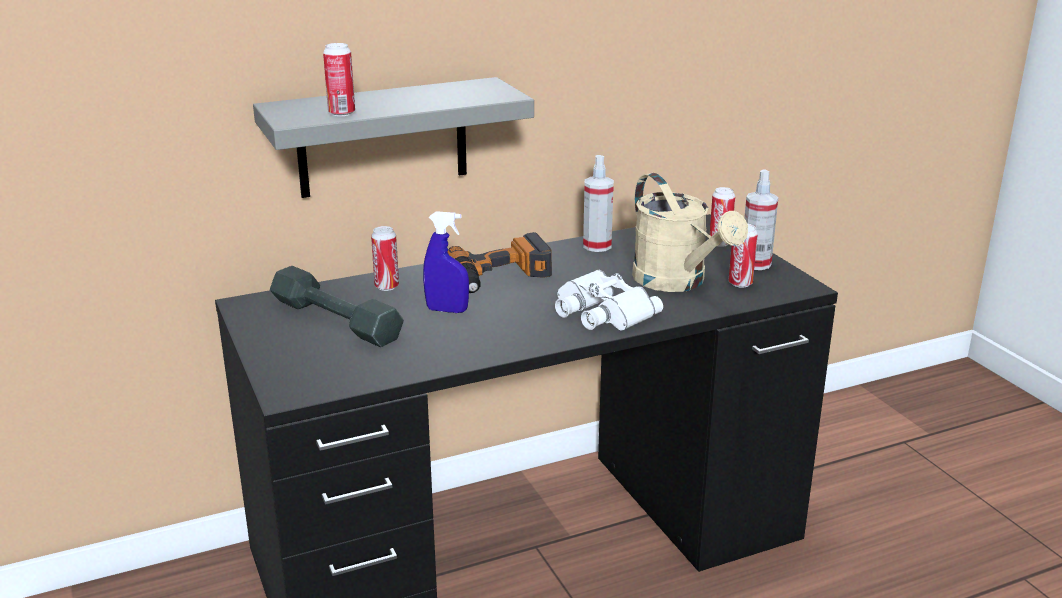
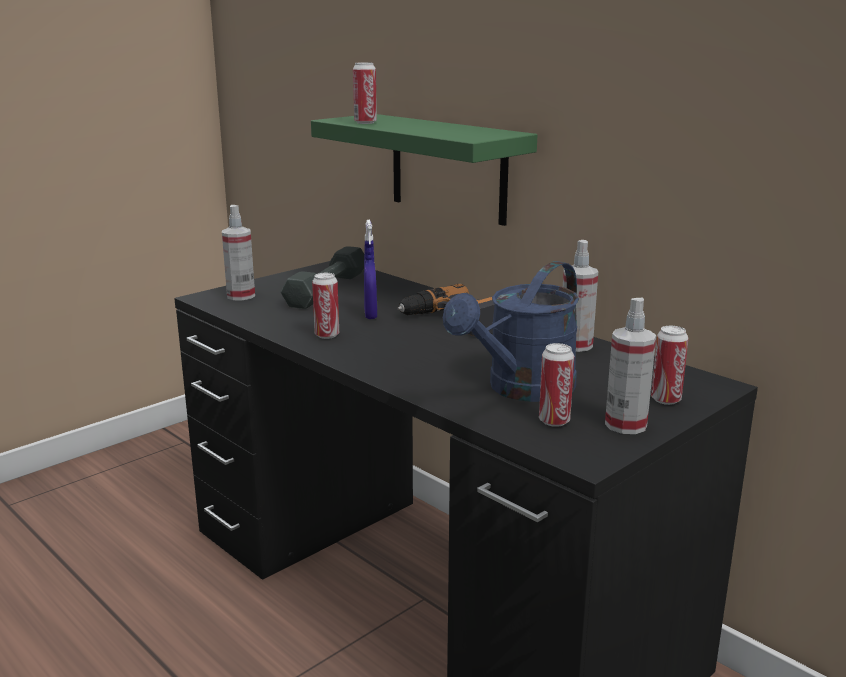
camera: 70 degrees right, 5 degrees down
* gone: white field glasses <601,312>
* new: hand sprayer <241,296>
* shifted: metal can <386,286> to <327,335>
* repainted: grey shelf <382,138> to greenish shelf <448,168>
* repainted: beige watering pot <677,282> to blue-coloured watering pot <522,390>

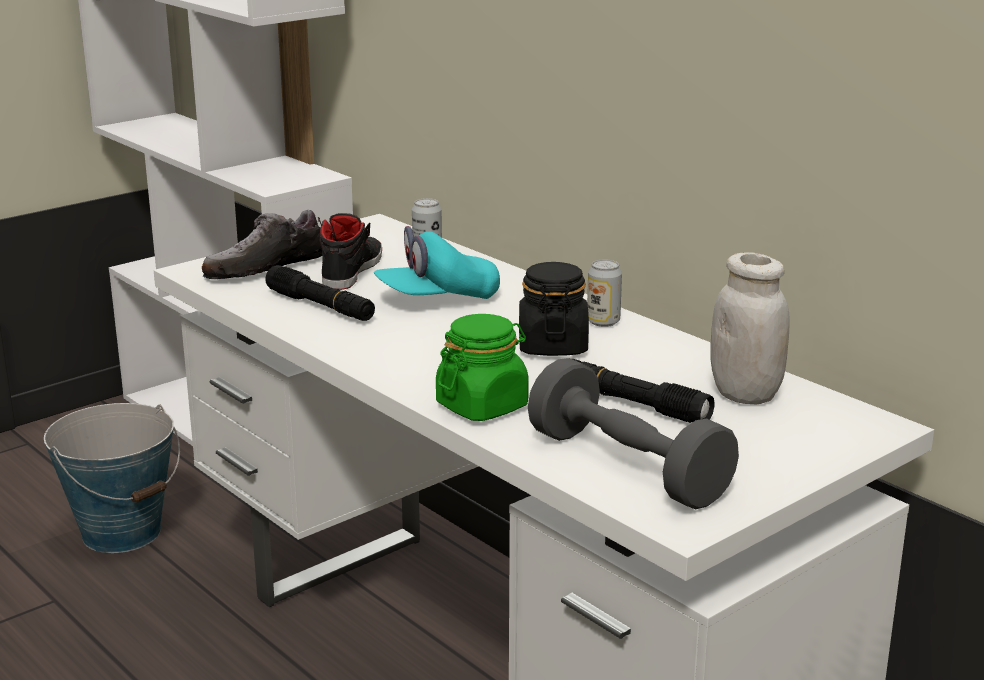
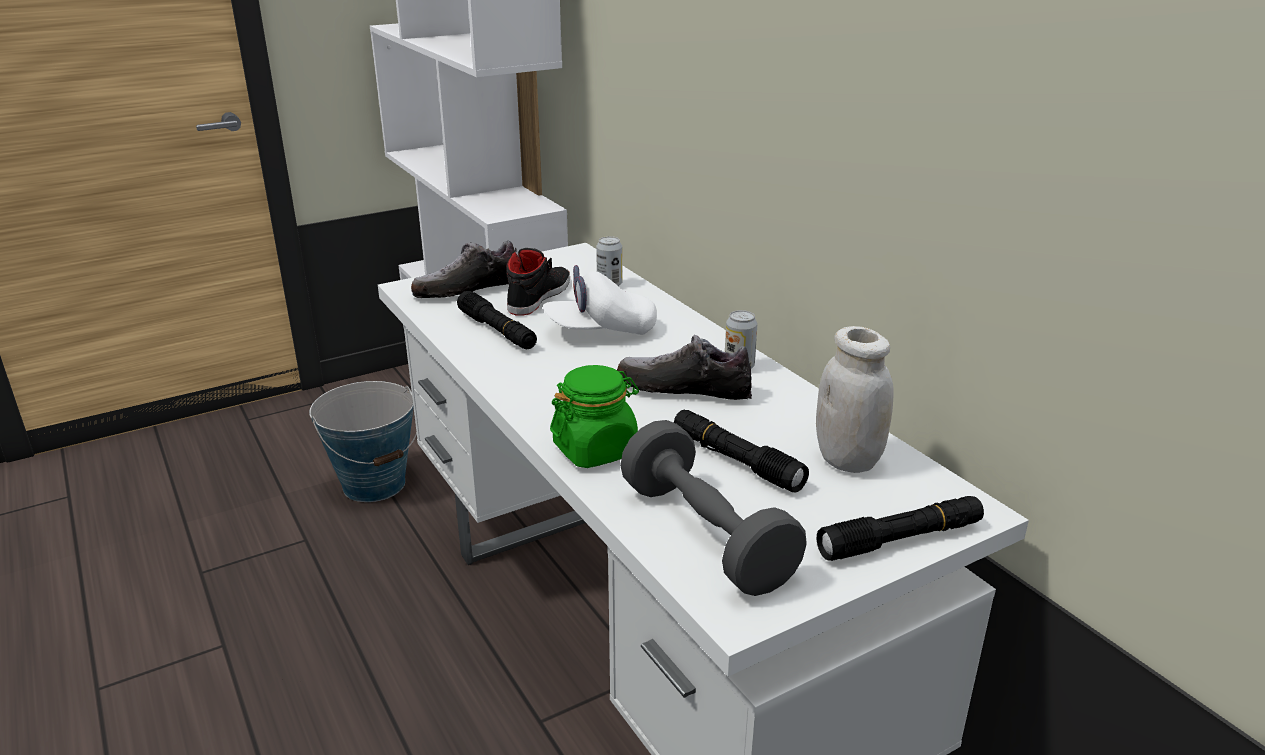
camera: 10 degrees right, 5 degrees up
* new: blackish torch <900,540>
* swapped: blackish preserve jar <552,346> to item of footwear <683,389>
* repainted: blue-green peaked cap <438,299> to white peaked cap <600,331>

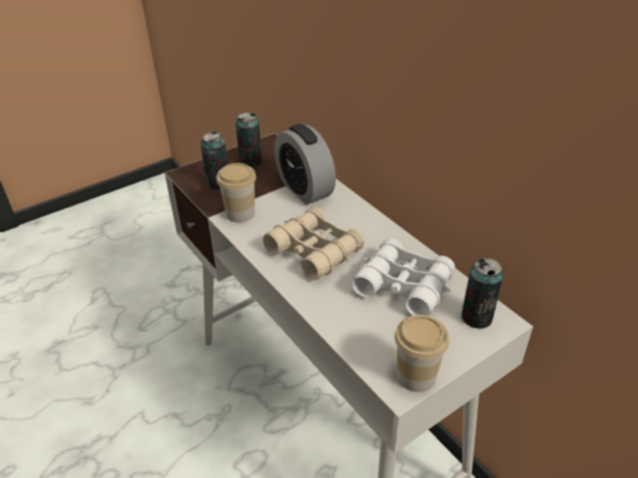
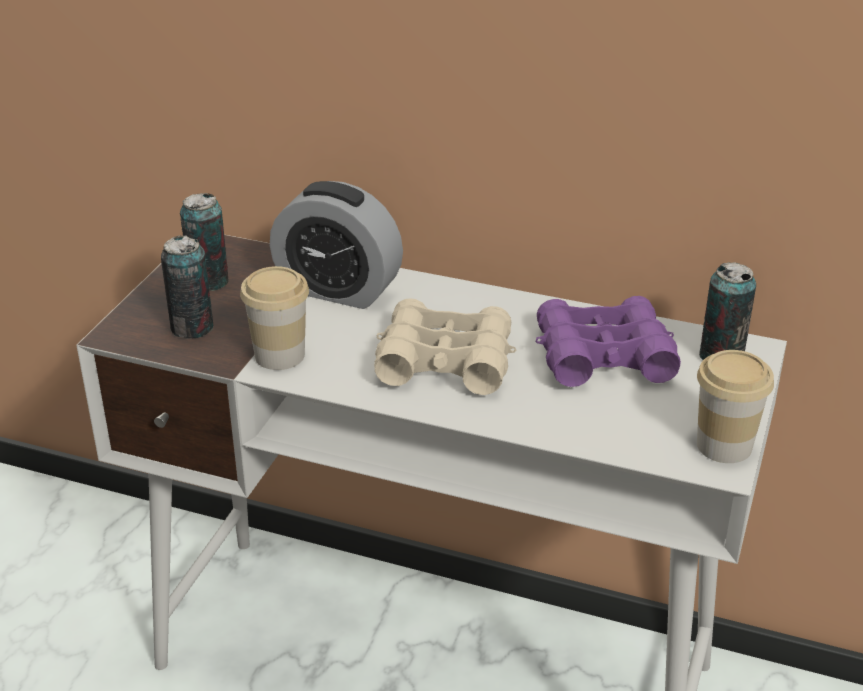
camera: 35 degrees left, 5 degrees down
* repainted: white field glasses <403,285> to purplish field glasses <603,356>

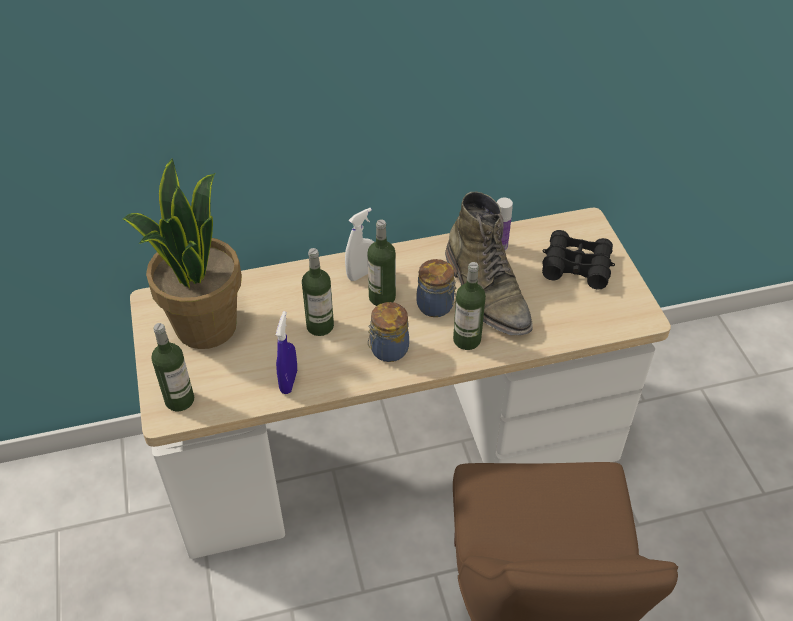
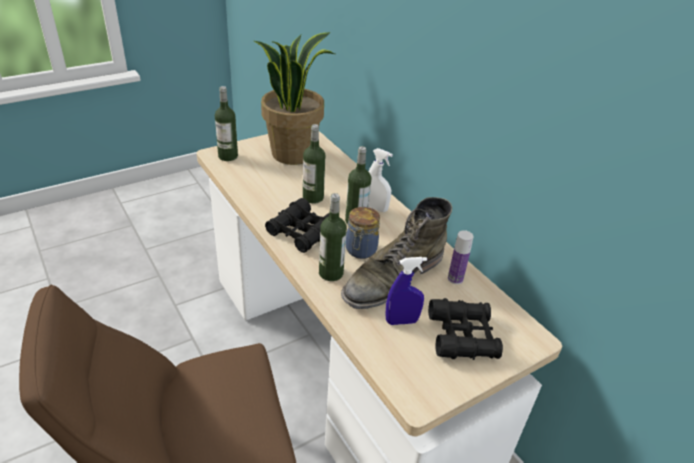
camera: 70 degrees right, 10 degrees down
* shifted: blue-coloured hand sprayer <289,381> to <401,321>
* swapped: preserve jar <387,350> to blackish field glasses <302,232>

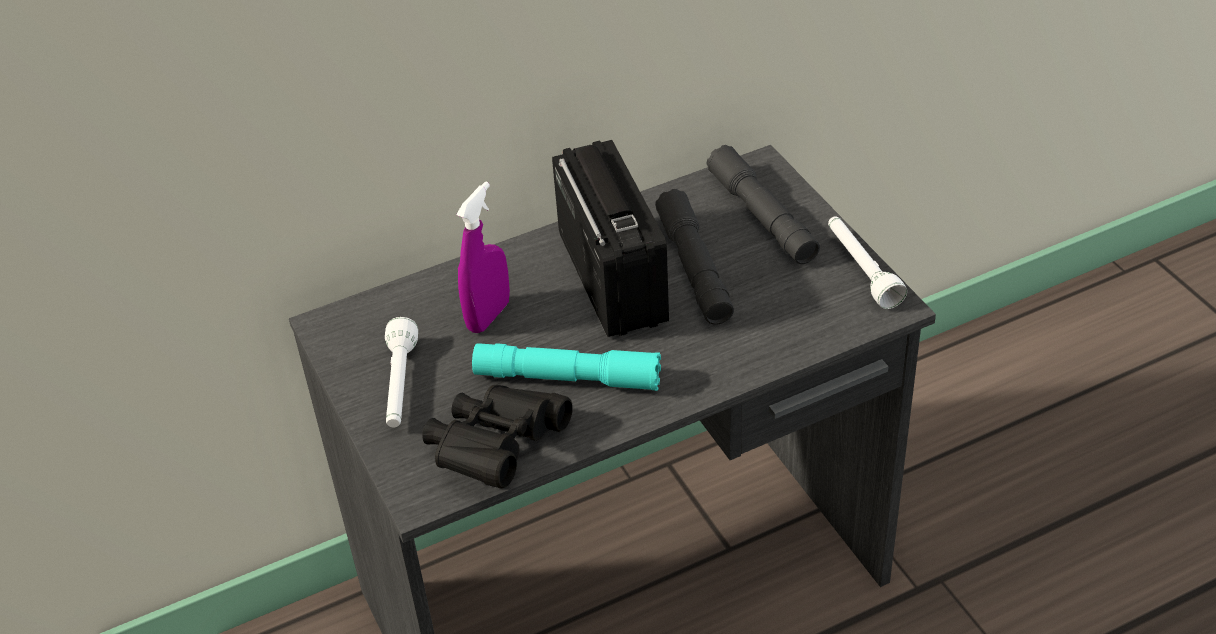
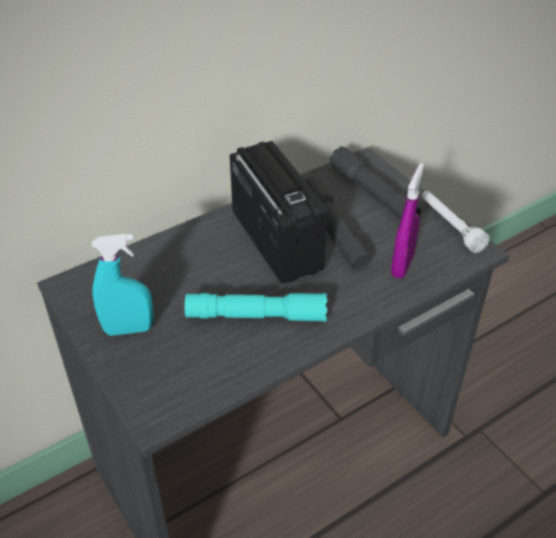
camera: 10 degrees left, 0 degrees up
* gone: blackish field glasses <496,449>
* shifted: purplish hand sprayer <488,316> to <402,265>
* swapped: white torch <400,385> to blue-green hand sprayer <128,329>

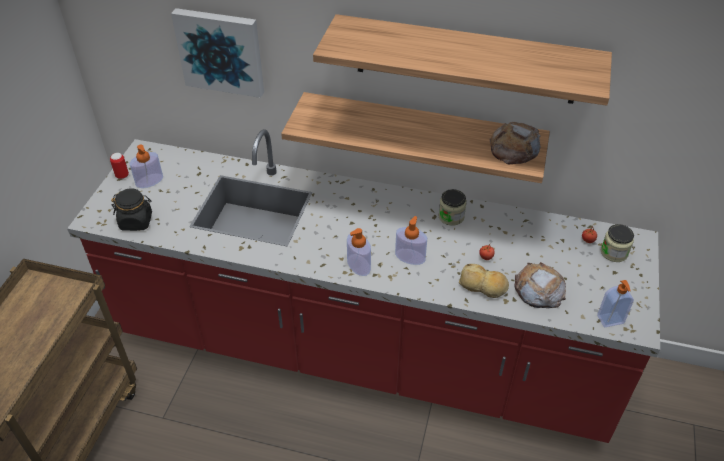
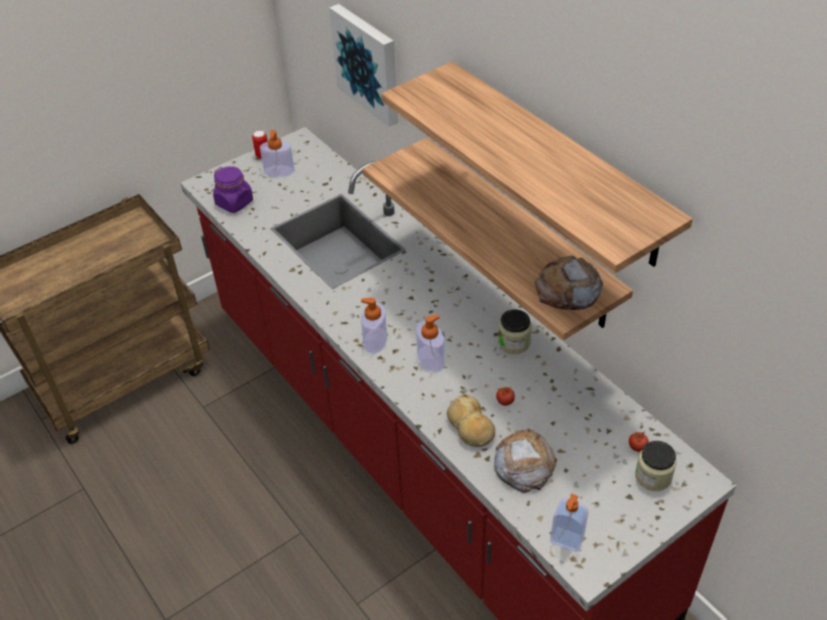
camera: 40 degrees right, 0 degrees up
* repainted: blackish preserve jar <136,221> to purplish preserve jar <234,203>

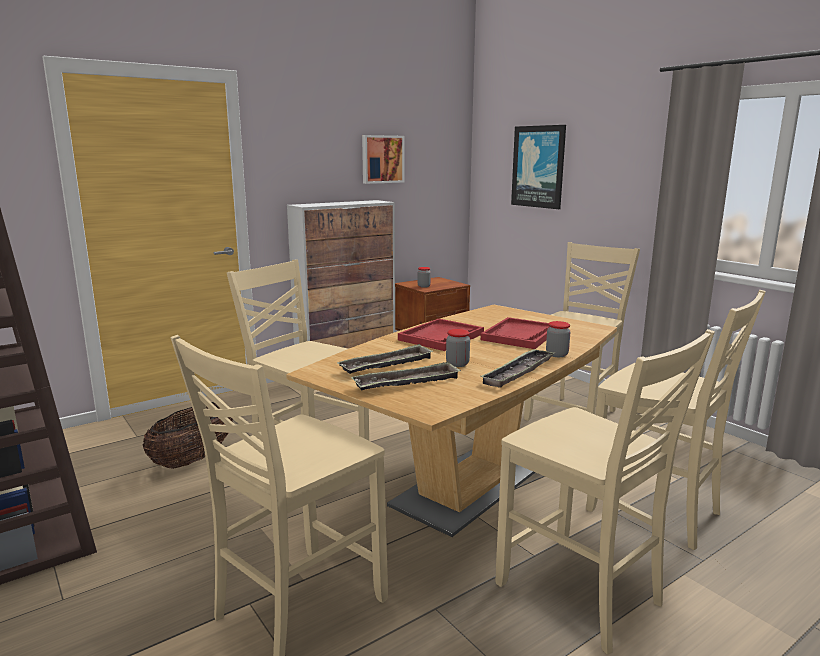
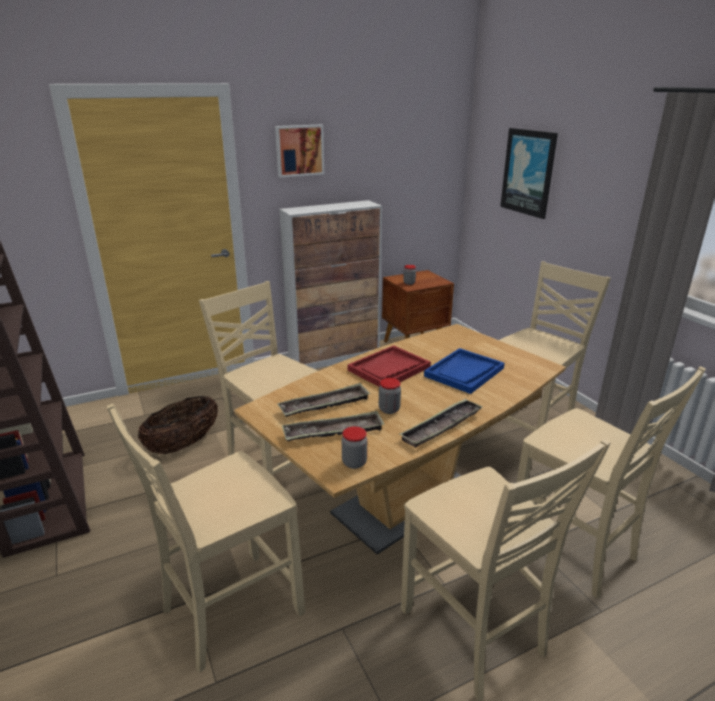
camera: 10 degrees right, 10 degrees up
* shifted: wall art <382,159> to <299,150>
* shifted: preserve jar <557,354> to <354,462>
* repainted: red carrying tray <520,335> to blue-coloured carrying tray <464,372>

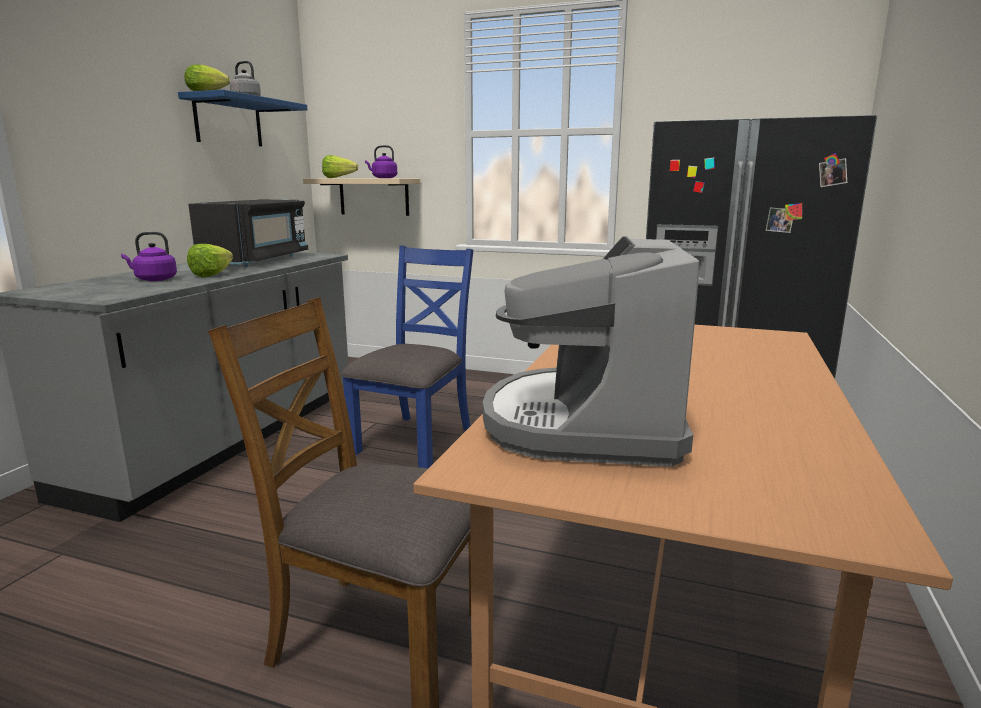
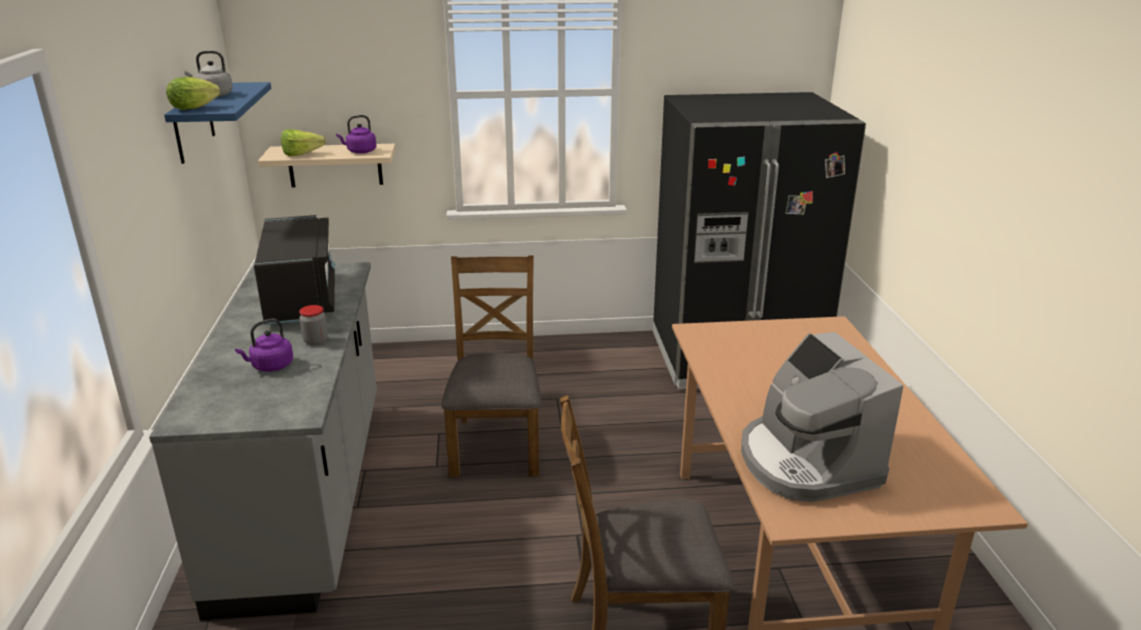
camera: 25 degrees left, 10 degrees up
* swapped: head of lettuce <216,274> to preserve jar <315,341>
* repainted: blue-coloured plain chair <415,440> to brown-coloured plain chair <496,445>

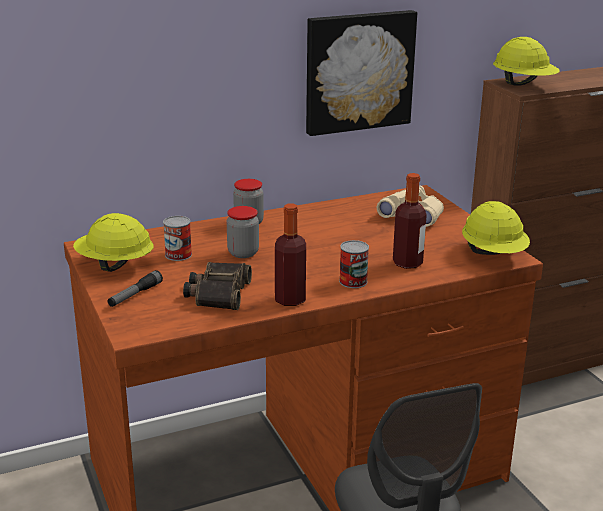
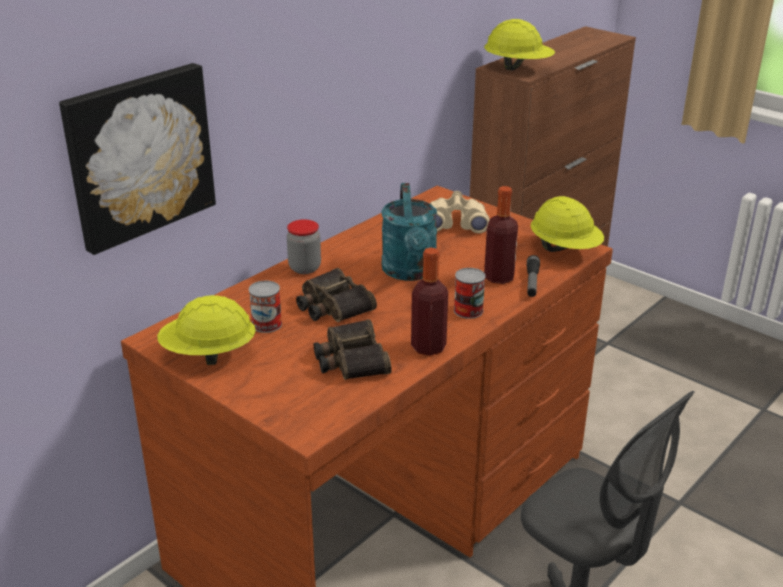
camera: 25 degrees left, 5 degrees up
* new: blue-green watering pot <411,272>
* shifted: torch <135,295> to <532,282>
* shifted: wall art <358,71> to <139,155>
* swapped: preserve jar <243,253> to field glasses <332,305>

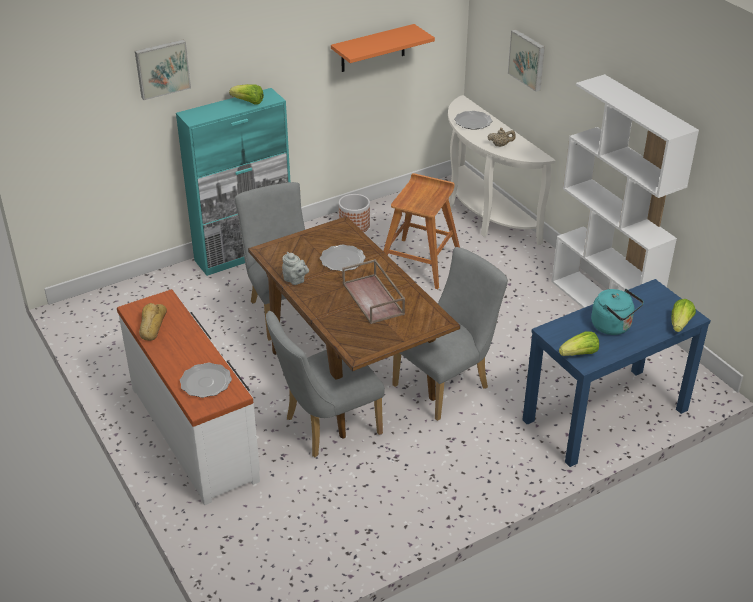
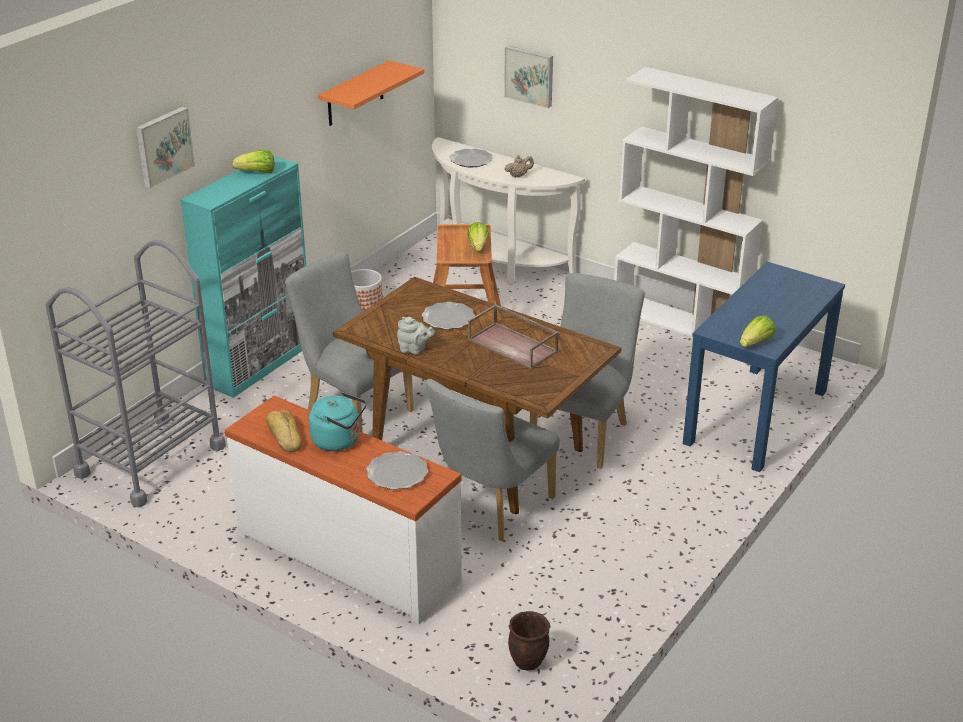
camera: 25 degrees left, 5 degrees down
* new: grey cart <151,460>
* new: brown-coloured planter <528,663>
* shifted: blue-green tea kettle <613,326> to <339,441>
* shifted: head of lettuce <680,324> to <478,246>

